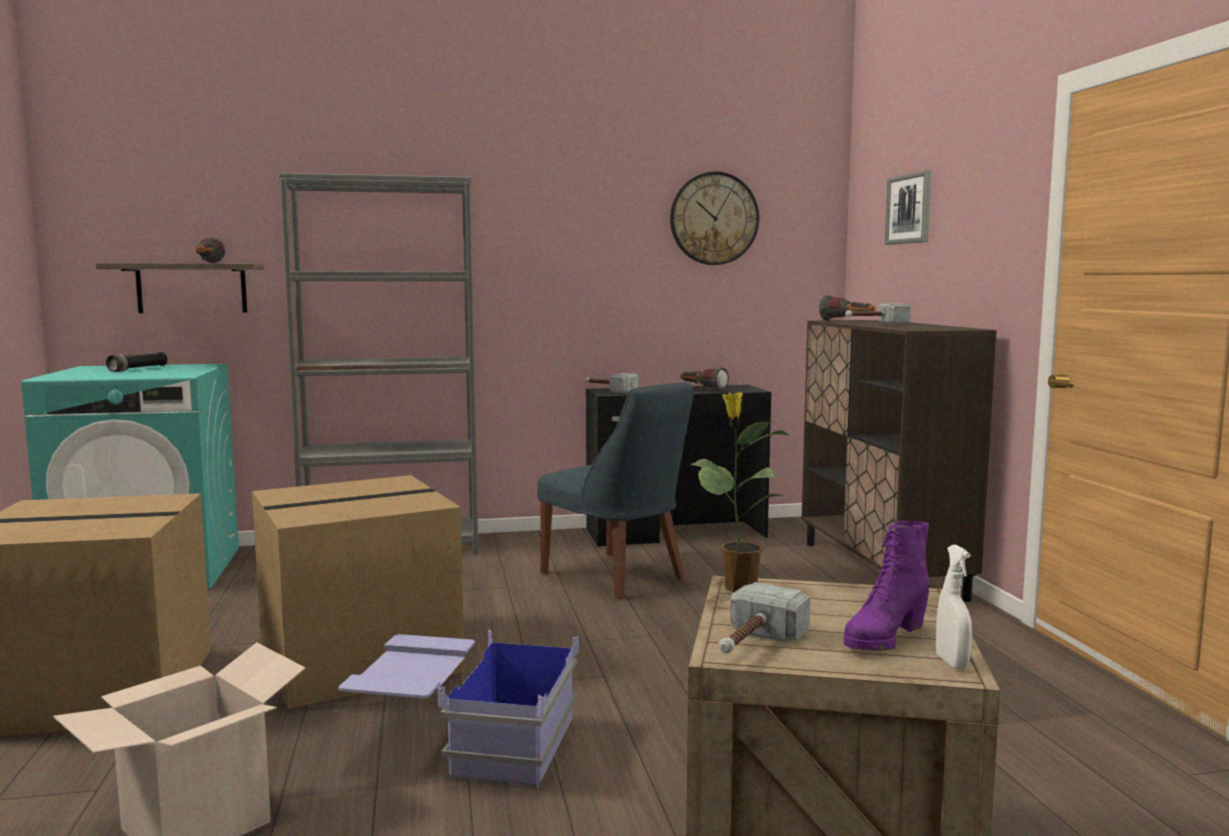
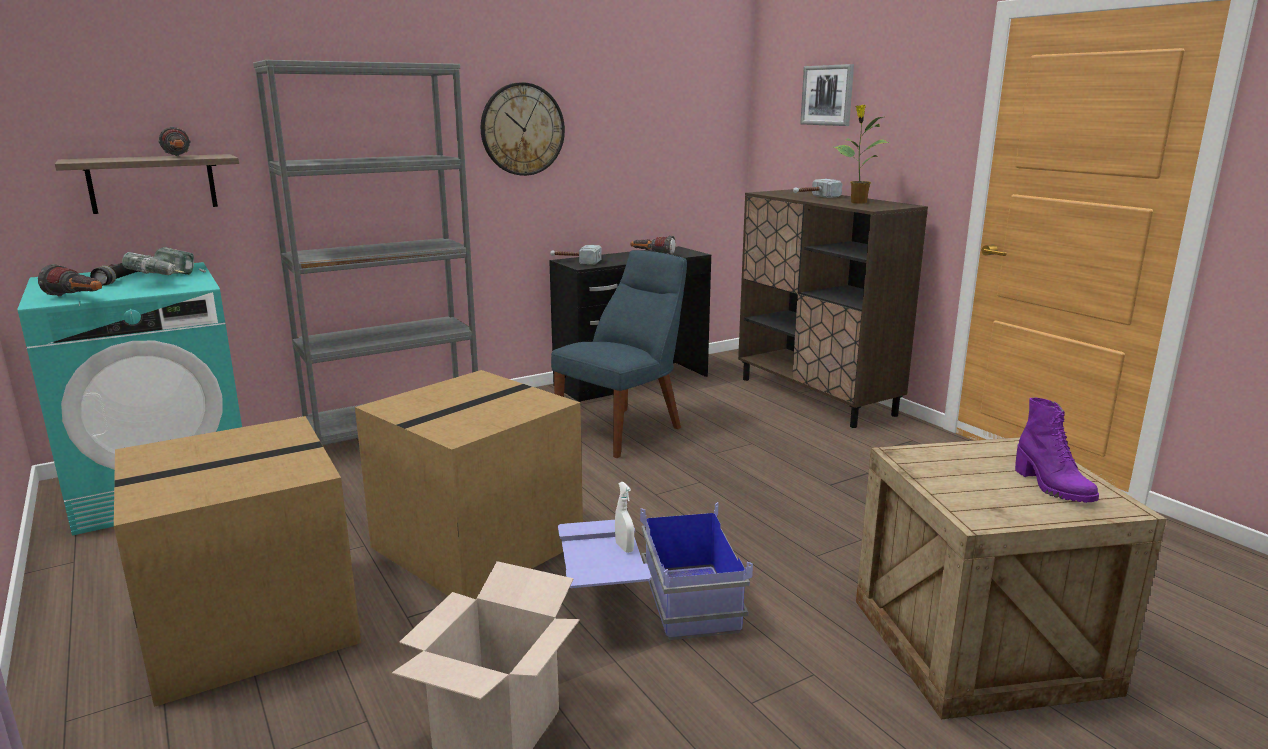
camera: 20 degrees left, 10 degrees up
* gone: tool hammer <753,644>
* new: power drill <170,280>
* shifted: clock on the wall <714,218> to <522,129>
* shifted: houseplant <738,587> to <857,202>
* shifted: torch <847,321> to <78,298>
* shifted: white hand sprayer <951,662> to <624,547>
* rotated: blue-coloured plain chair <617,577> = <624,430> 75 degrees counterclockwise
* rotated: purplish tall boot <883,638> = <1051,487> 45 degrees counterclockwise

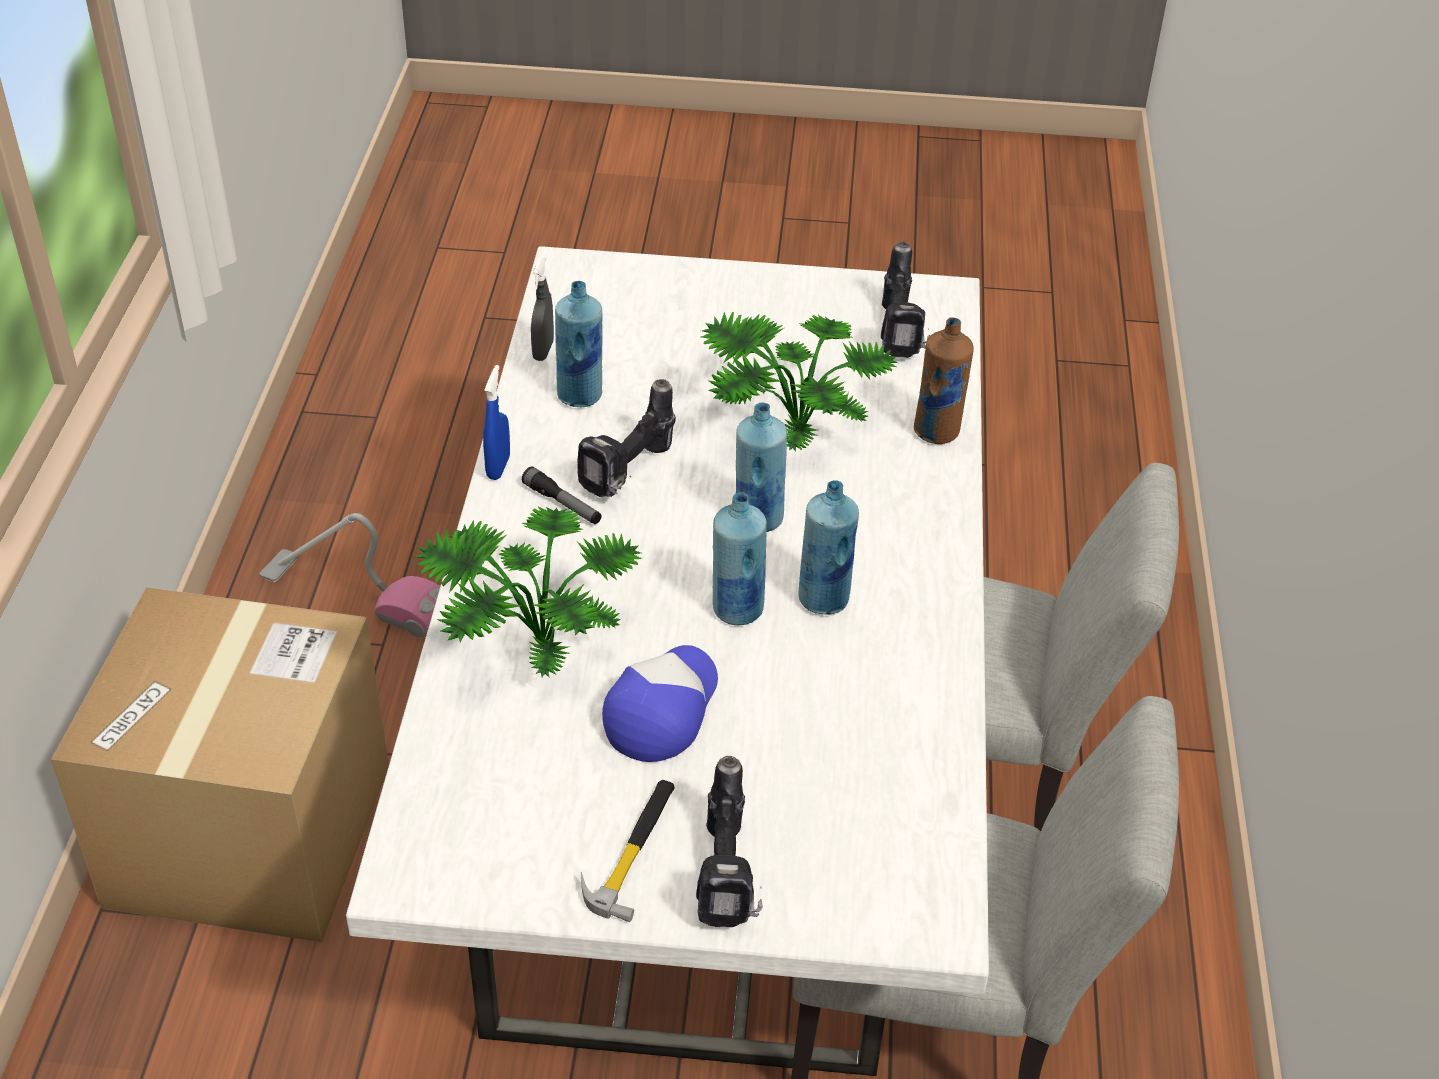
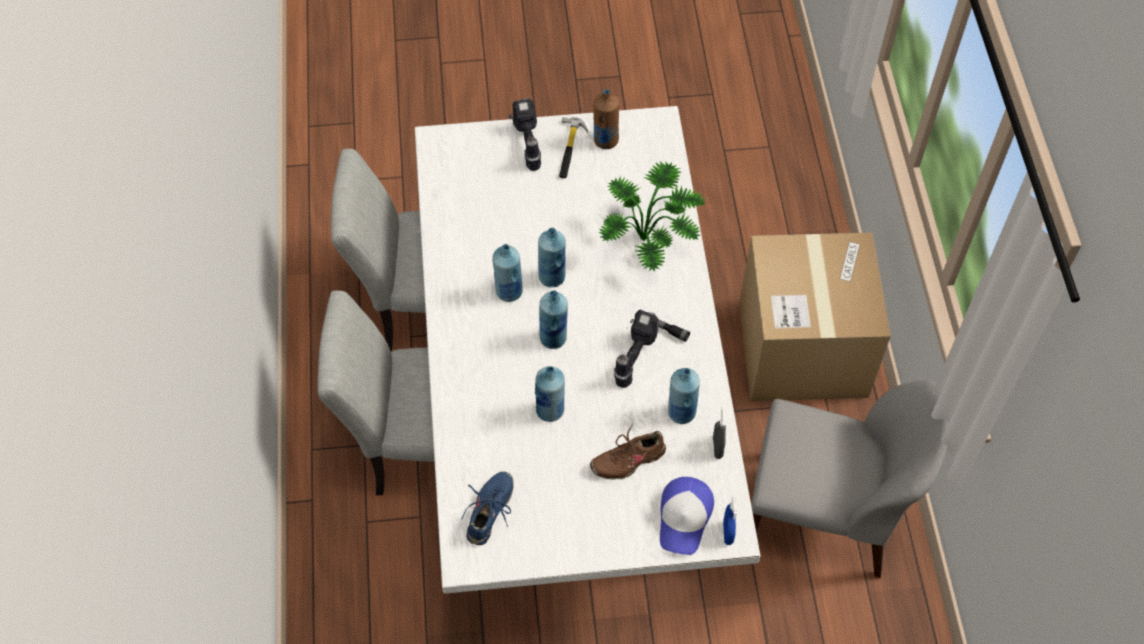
camera: 170 degrees right, 15 degrees up
* new: brown-coloured item of footwear <628,459>
* shifted: blue-coloured hand sprayer <498,467> to <727,533>
* shifted: peaked cap <662,709> to <684,518>
* shifted: brown-coloured bottle <937,432> to <605,140>
* swapped: hoover <355,595> to grey plain chair <824,515>
* swapped: houseplant <787,427> to blue-coloured bottle <550,411>
* swapped: power drill <902,334> to blue-coloured item of footwear <490,511>

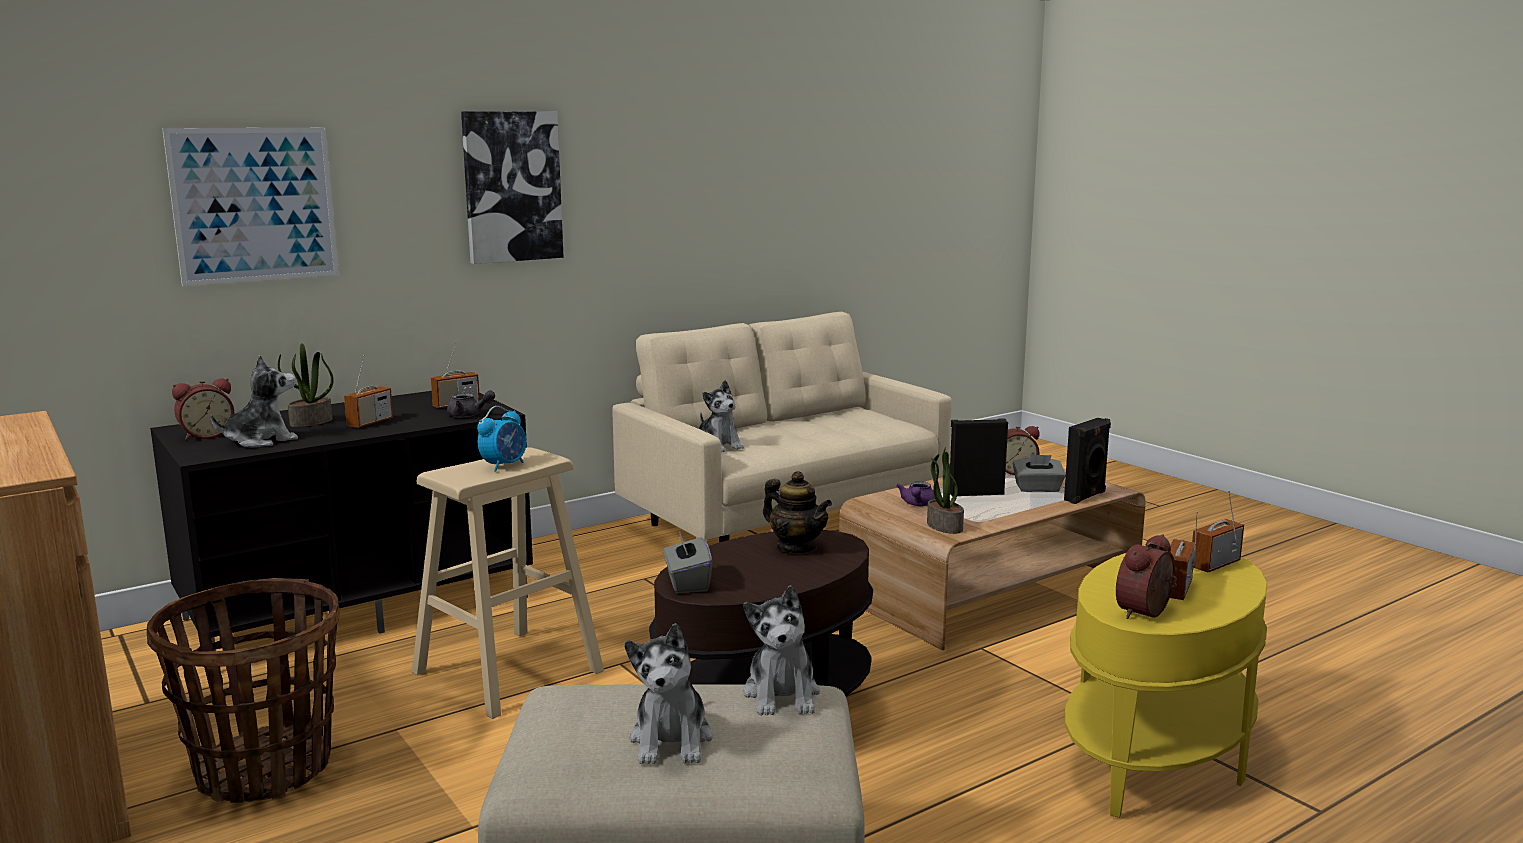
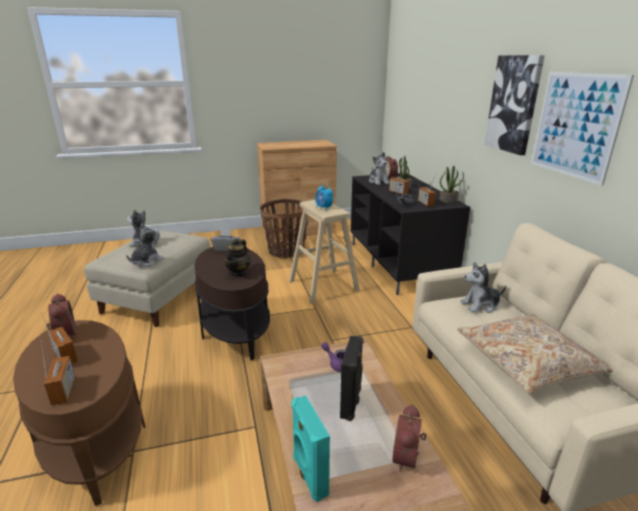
camera: 110 degrees right, 10 degrees up
* gone: grey tissue holder <1037,489>
* new: beige pillow <527,361>
* shifted: wall art <254,205> to <576,125>
* shifted: houseplant <943,526> to <448,201>
* repainted: blackish speaker <1086,497> to blue-green speaker <309,476>
* repainted: yellow accent table <1158,756> to brown-coloured accent table <95,443>
* rotated: plush toy <782,694> = <146,262> 105 degrees clockwise
* rotated: pot for tea <796,548> = <238,273> 45 degrees counterclockwise

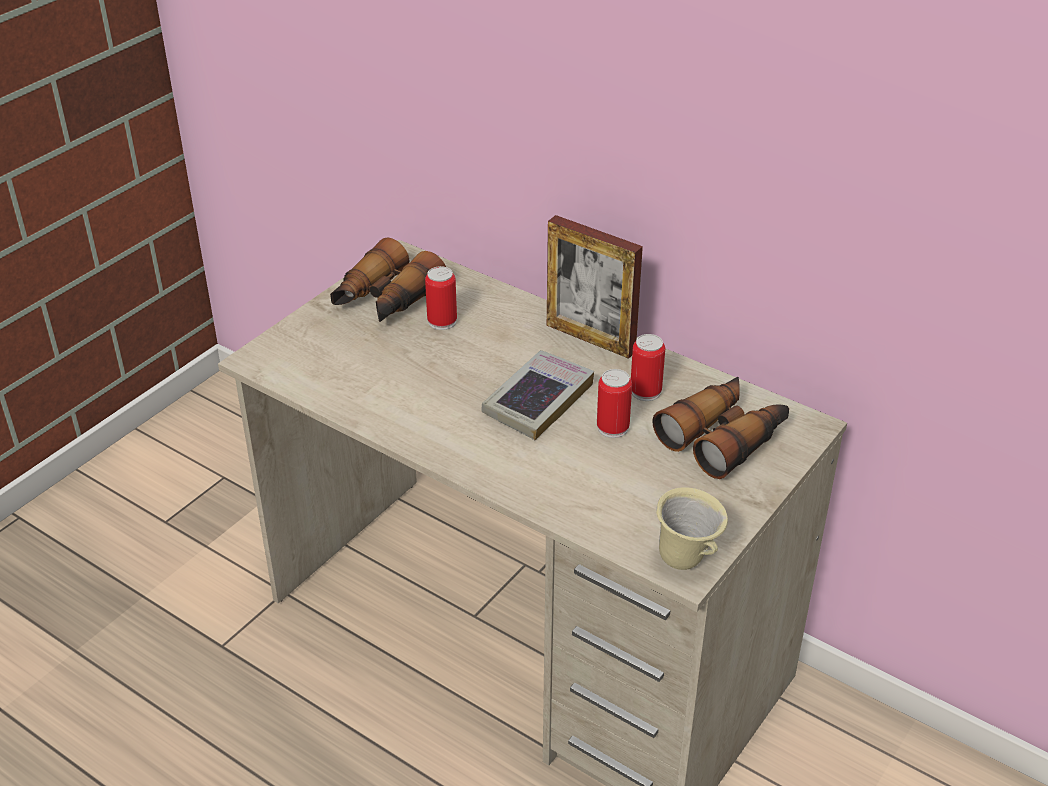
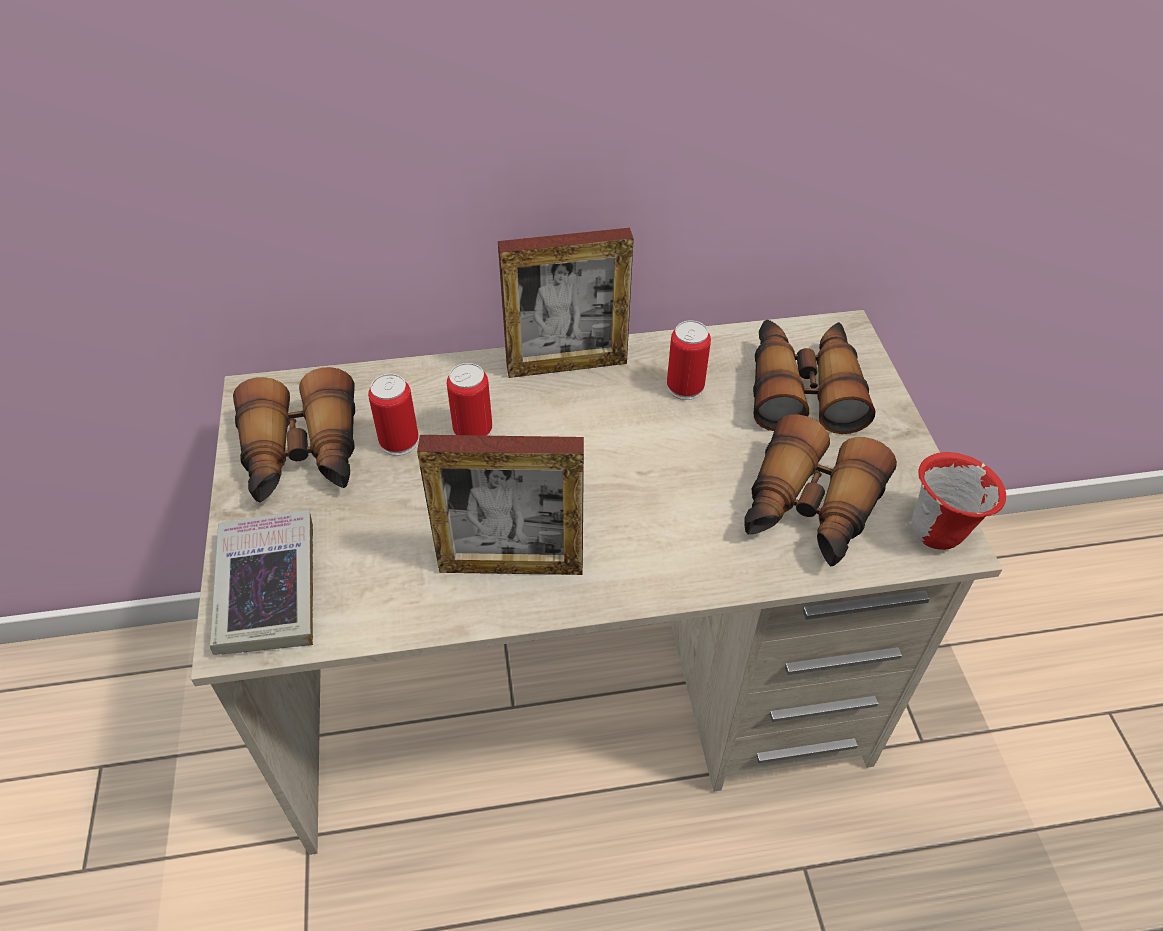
camera: 45 degrees left, 10 degrees up
* new: standing frame <511,565>
* new: field glasses <808,511>
* shifted: book <538,400> to <267,589>
* shifted: metal can <612,428> to <473,430>
* repainted: beige tea mug <686,560> to red tea mug <939,532>

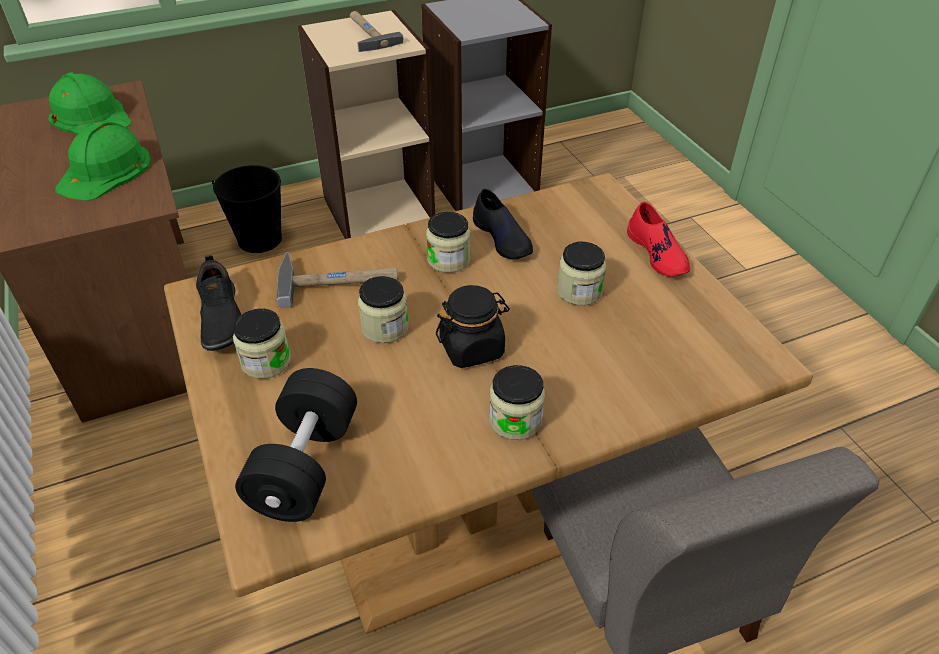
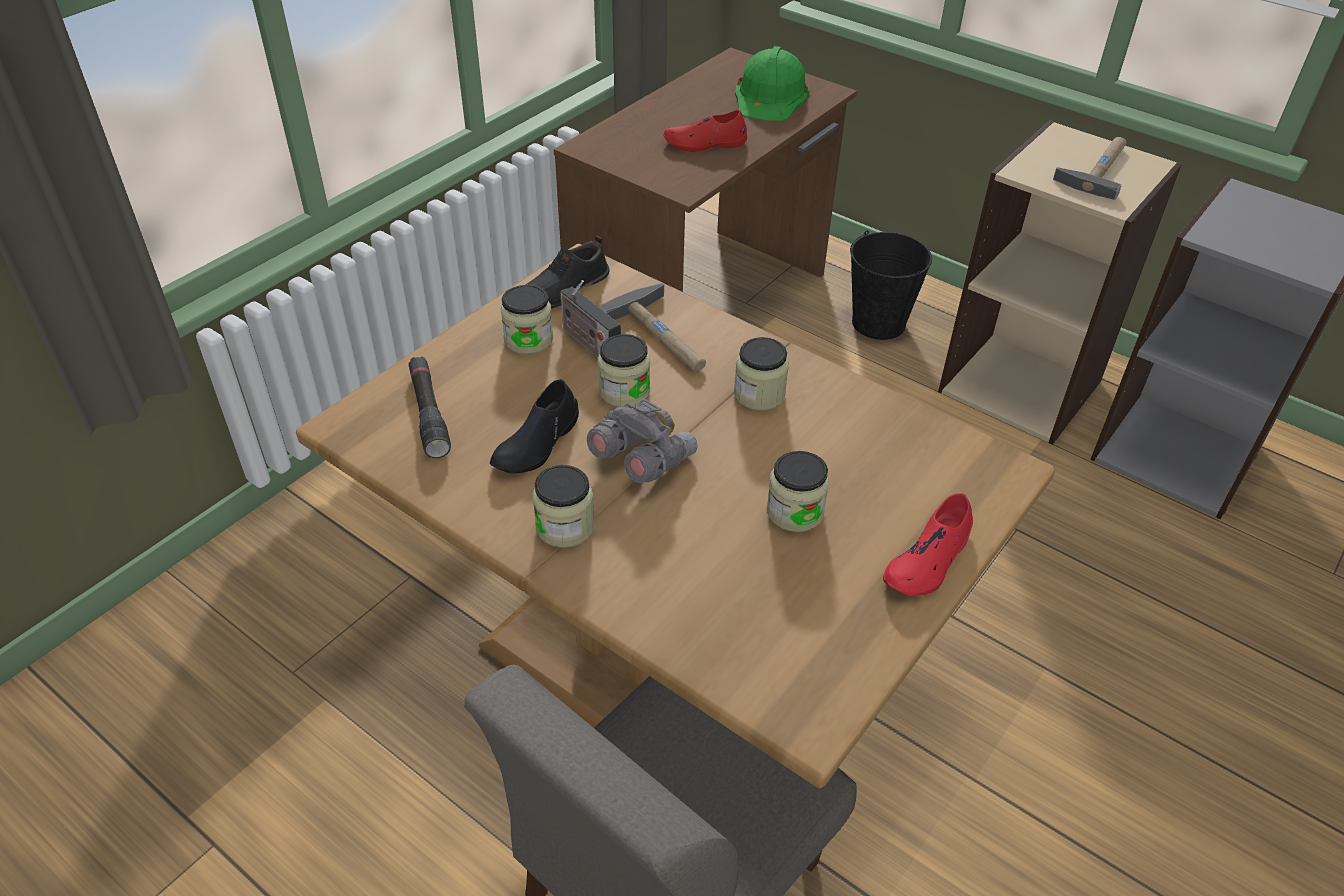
camera: 60 degrees right, 0 degrees up
* new: radio receiver <588,344>
* shifted: blackish item of footwear <503,238> to <537,443>
* swapped: greenish hard hat <105,171> to red item of footwear <704,143>
* swapped: blackish free weight <305,465> to blackish torch <429,413>
* swapped: blackish preserve jar <472,348> to grey field glasses <641,460>

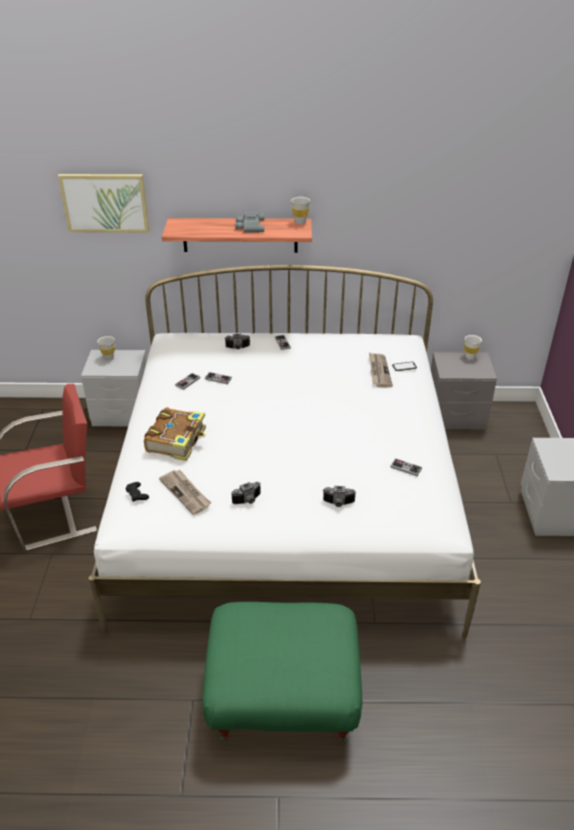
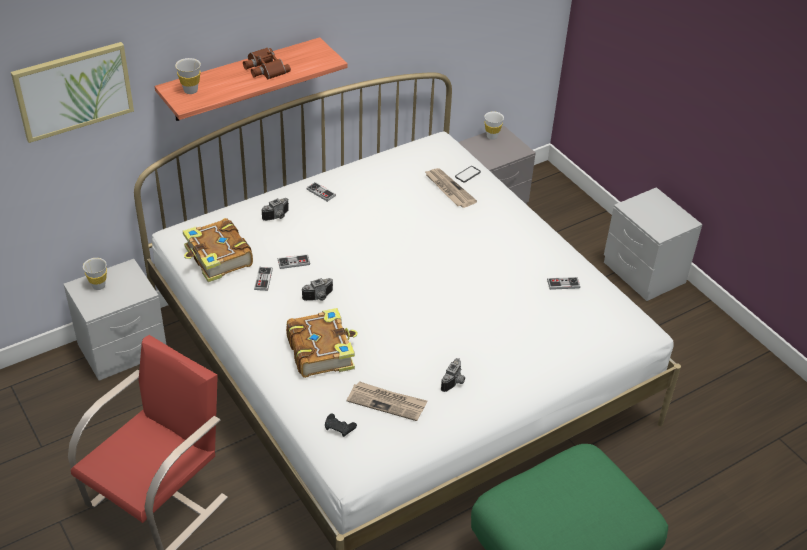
camera: 35 degrees left, 5 degrees up
* new: book <218,258>
* shifted: white drinking cup <300,222> to <190,90>
* shifted: still camera <338,503> to <319,297>
* repainted: grey field glasses <249,226> to brown-coloured field glasses <264,68>

